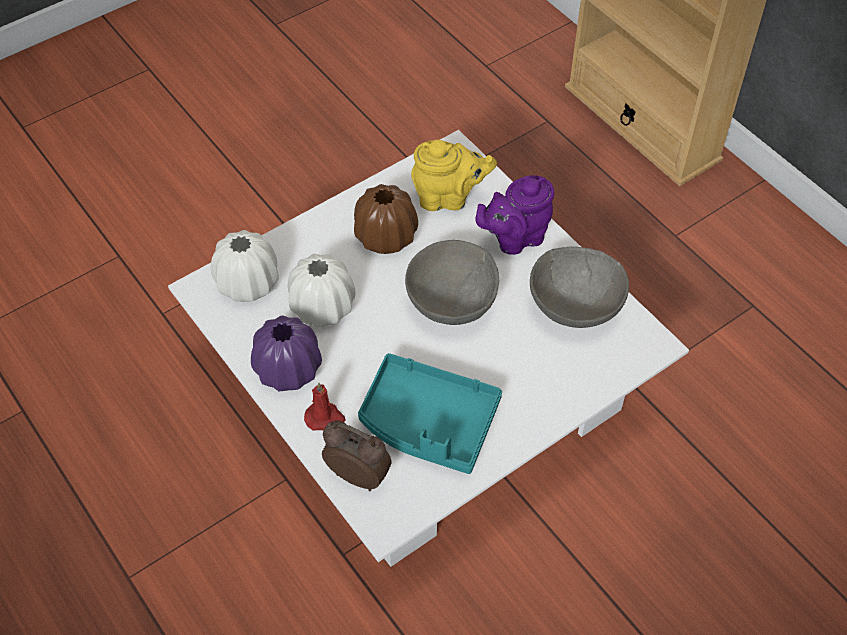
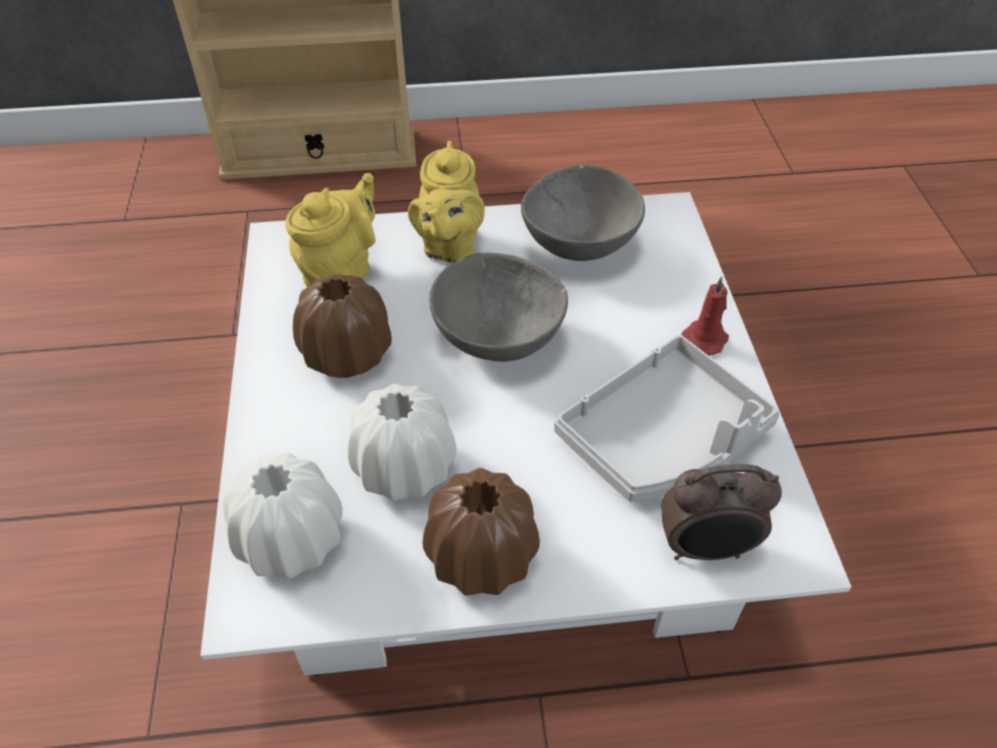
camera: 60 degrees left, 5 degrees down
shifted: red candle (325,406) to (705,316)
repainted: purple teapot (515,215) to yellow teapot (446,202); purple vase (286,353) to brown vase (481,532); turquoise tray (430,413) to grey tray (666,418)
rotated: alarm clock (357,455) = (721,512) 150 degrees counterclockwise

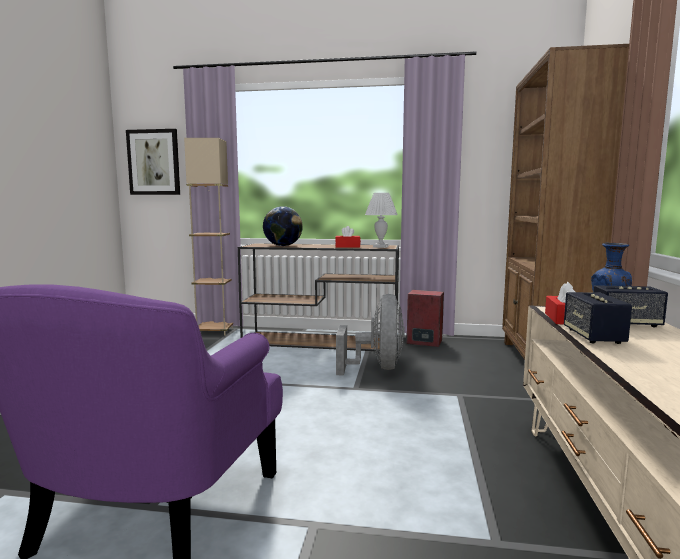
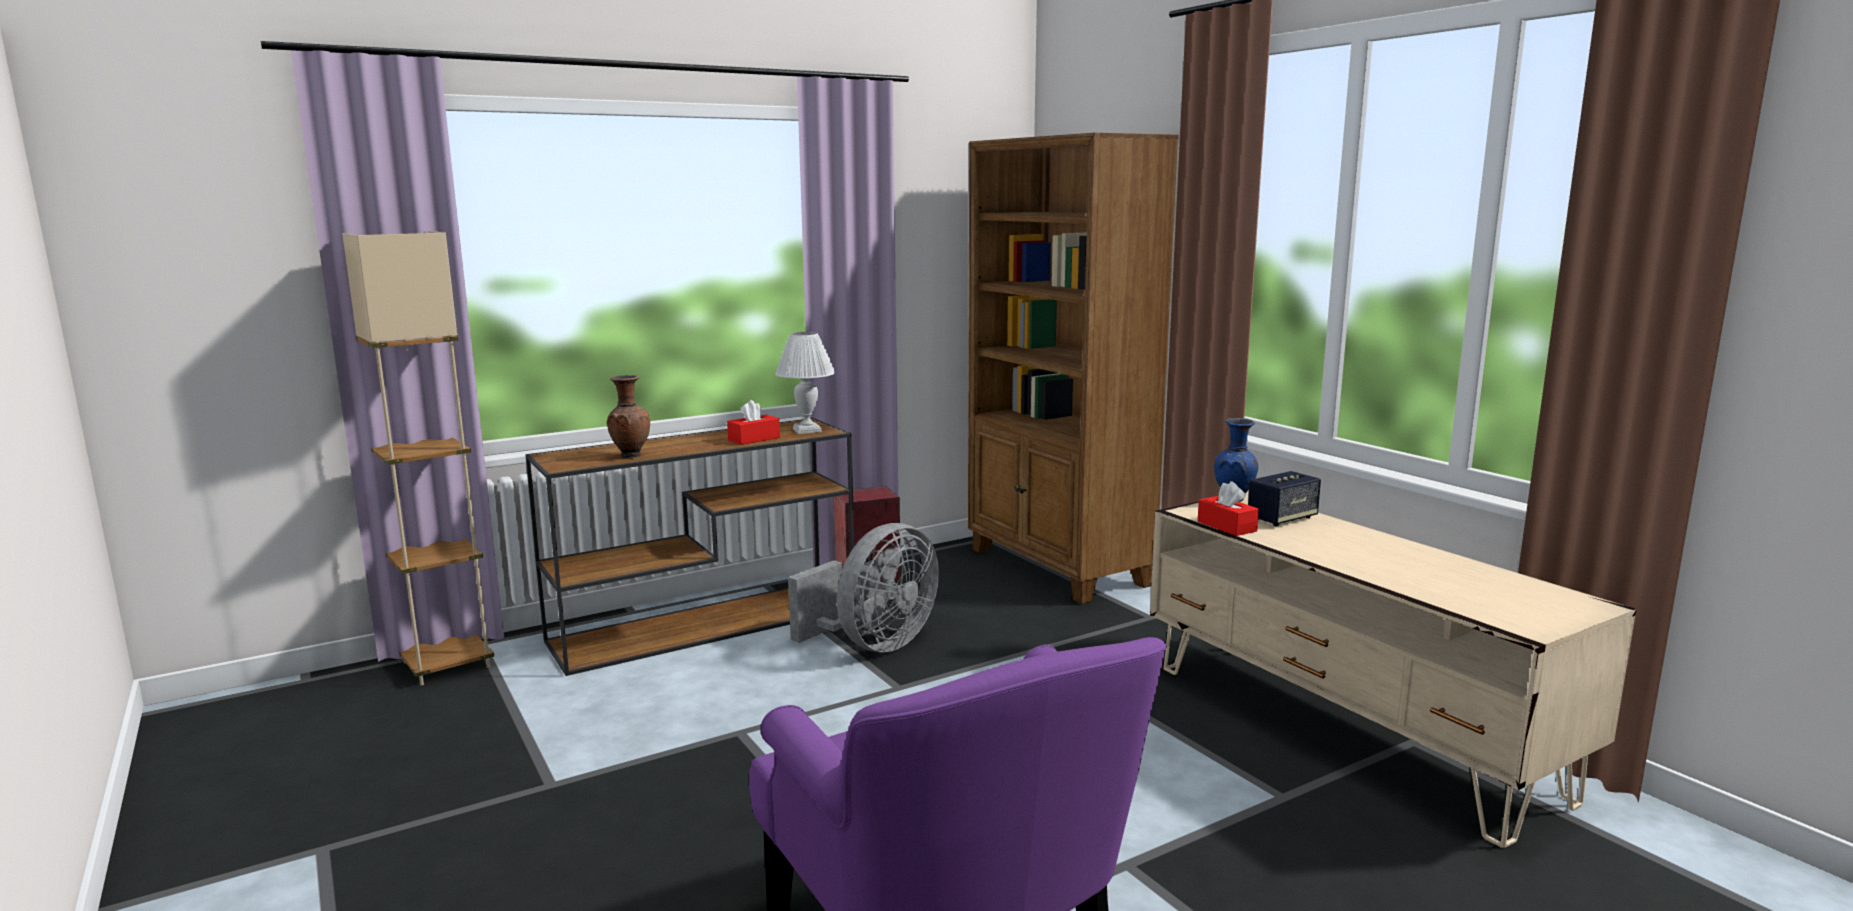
camera: 40 degrees left, 5 degrees up
gone: picture (153,162); speaker (598,318)
swapped: globe (283,226) to brown vase (628,416)
rotated: grey fan (370,335) = (863,587) 75 degrees clockwise

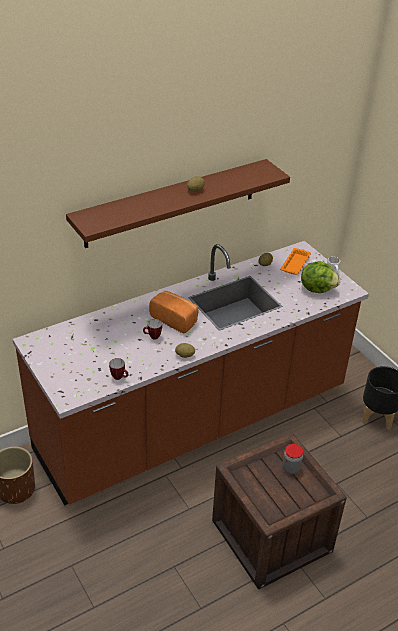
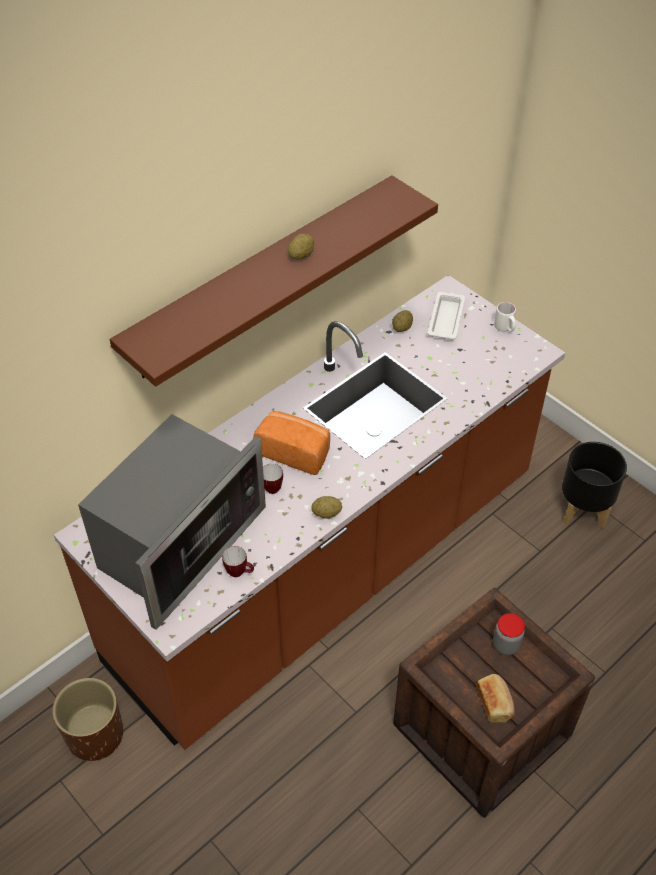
camera: 10 degrees left, 10 degrees up
gone: lettuce (320,277)
new: microwave (172,522); bread (496,698)
repainted: orange tray (295,261) to white tray (446,316)

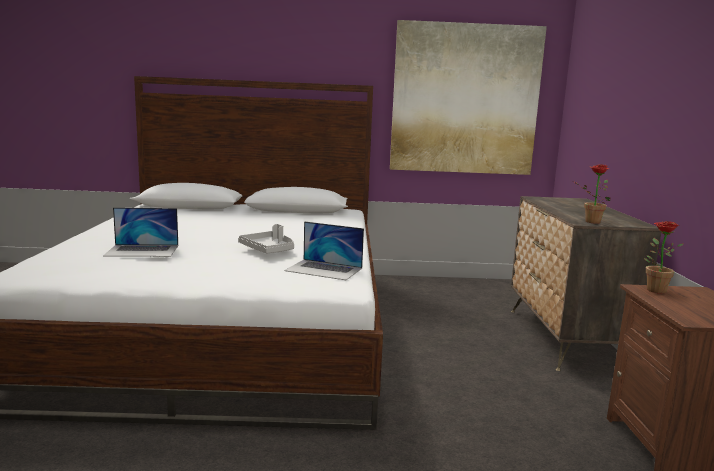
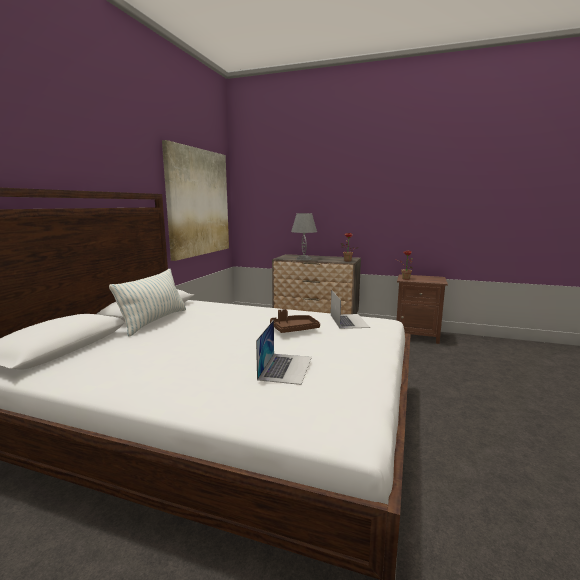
camera: 70 degrees left, 0 degrees up
new: pillow (147,303); grey table lamp (304,236)
repainted: grey tray (266,239) to brown tray (295,321)
rotated: laptop (324,250) = (350,309) 45 degrees counterclockwise

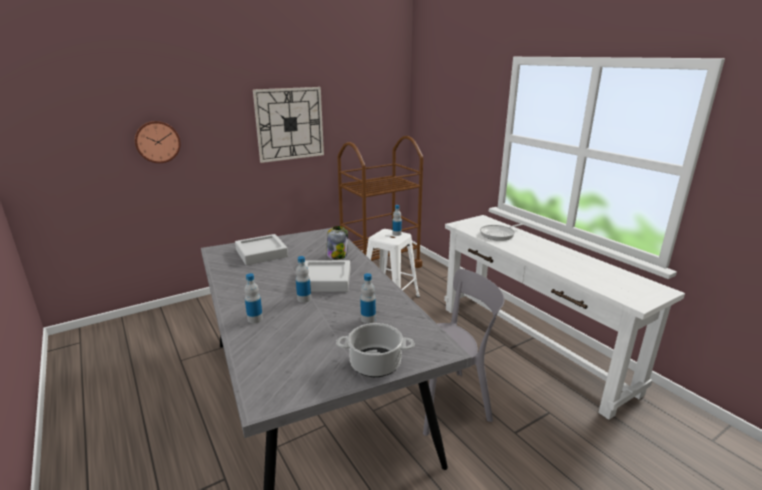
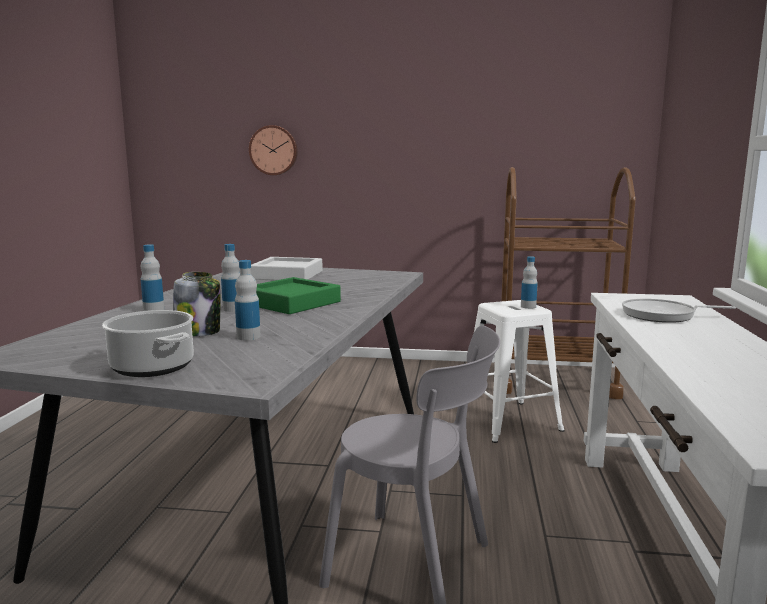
camera: 40 degrees right, 10 degrees down
gone: wall clock (288,125)
shifted: jar (337,242) to (197,304)
repainted: grey tray (327,276) to green tray (298,295)

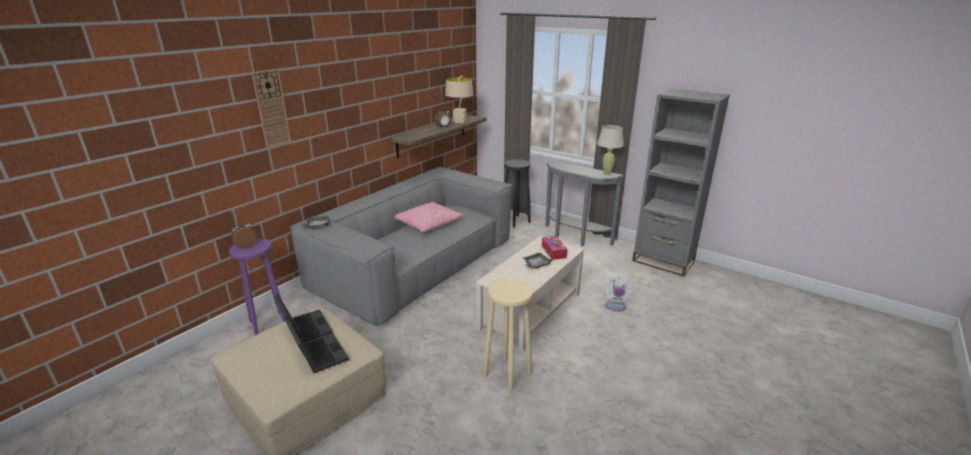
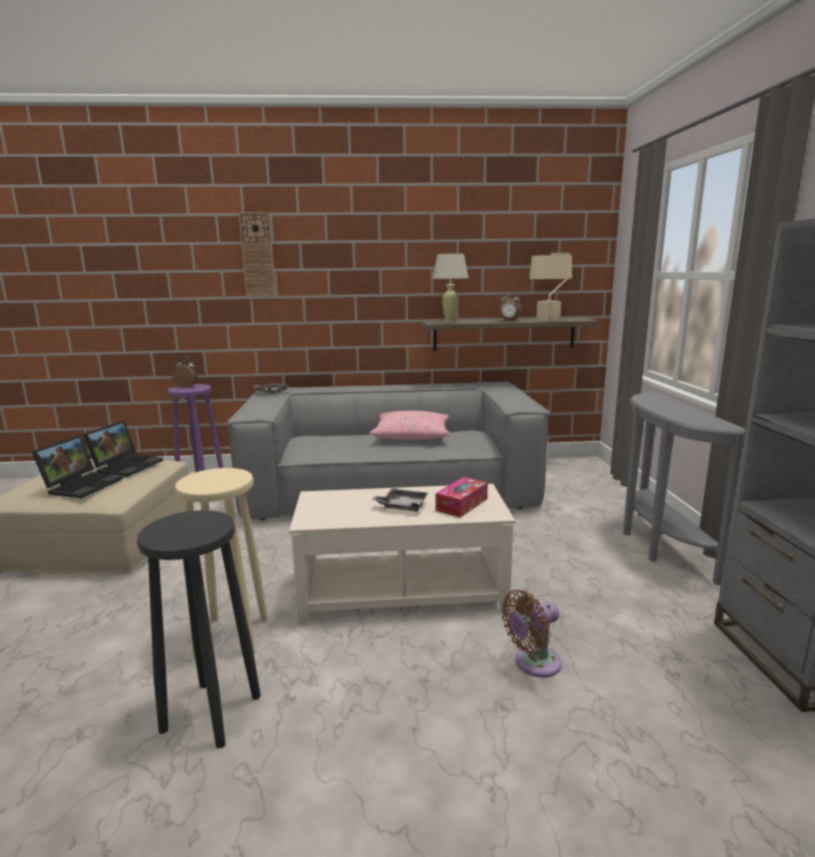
camera: 50 degrees right, 10 degrees down
shifted: black stool (517,193) to (199,629); beige table lamp (610,150) to (450,288)
repainted: white fan (619,294) to brown fan (531,633)

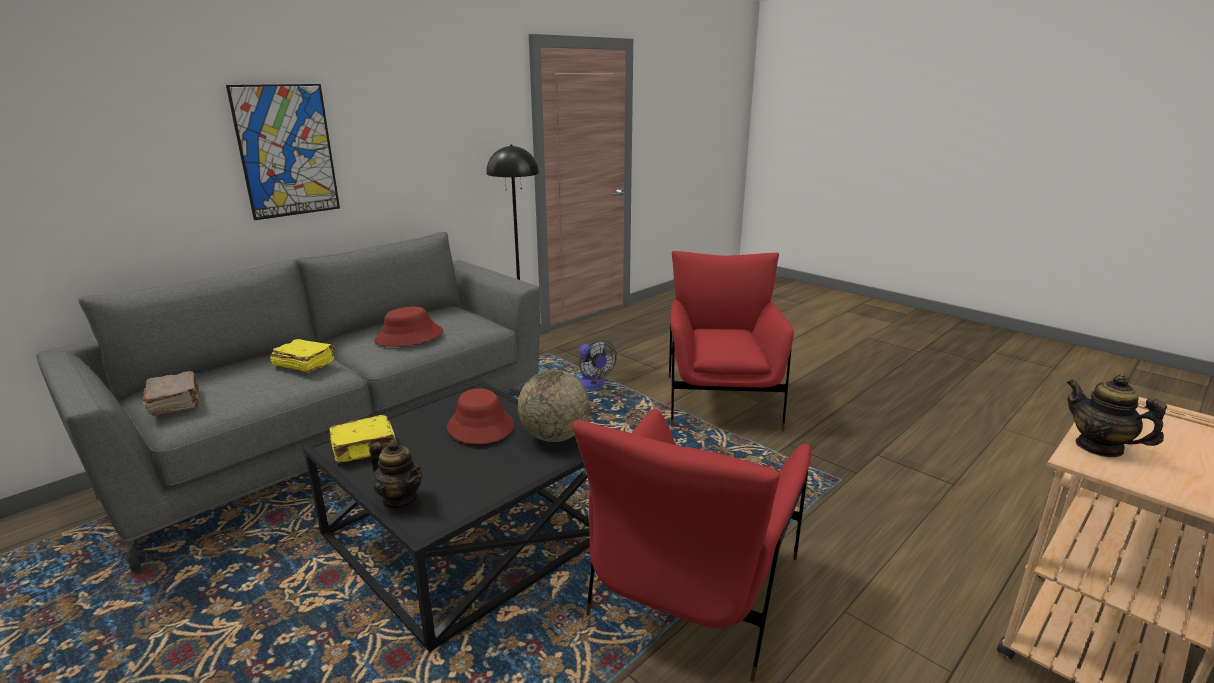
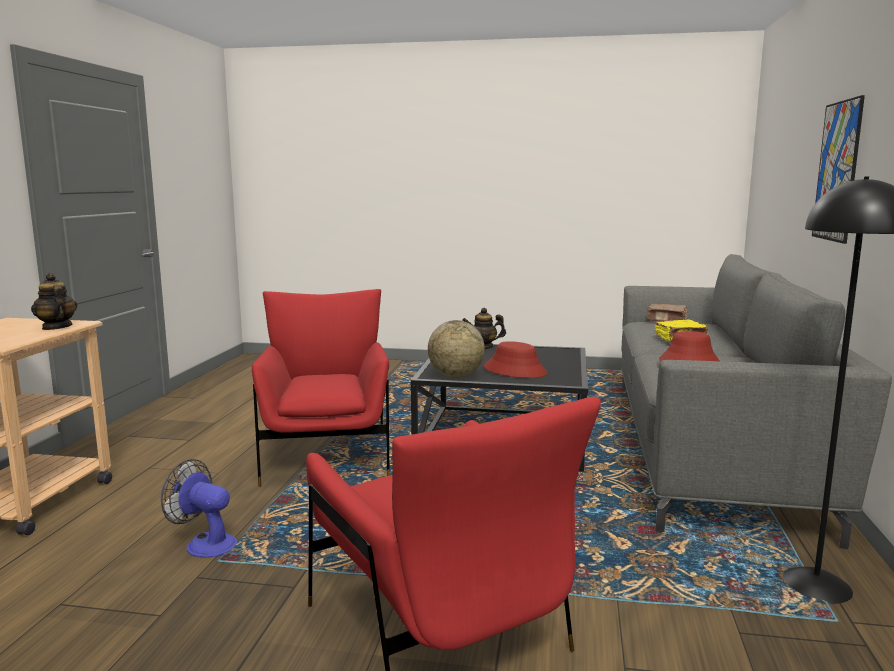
camera: 145 degrees right, 10 degrees down
gone: yellow book (363,439)
shifted: fan (598,365) to (199,508)
rotated: teapot (1116,415) = (54,301) 150 degrees counterclockwise

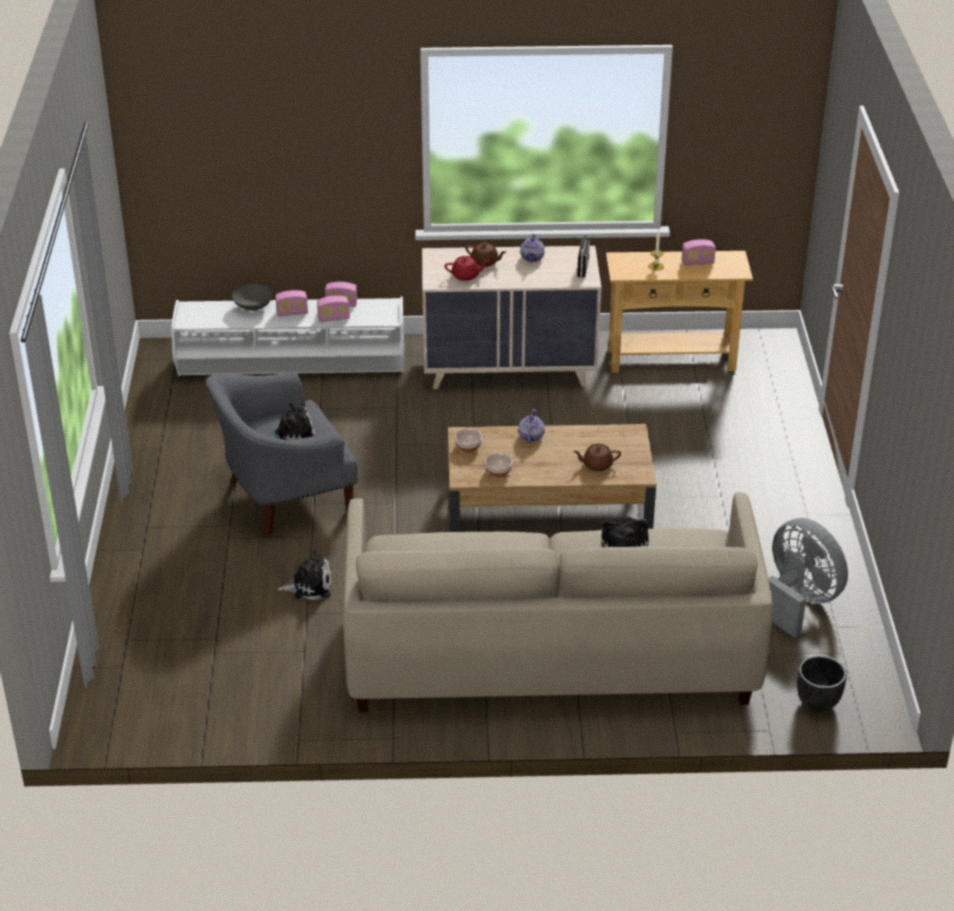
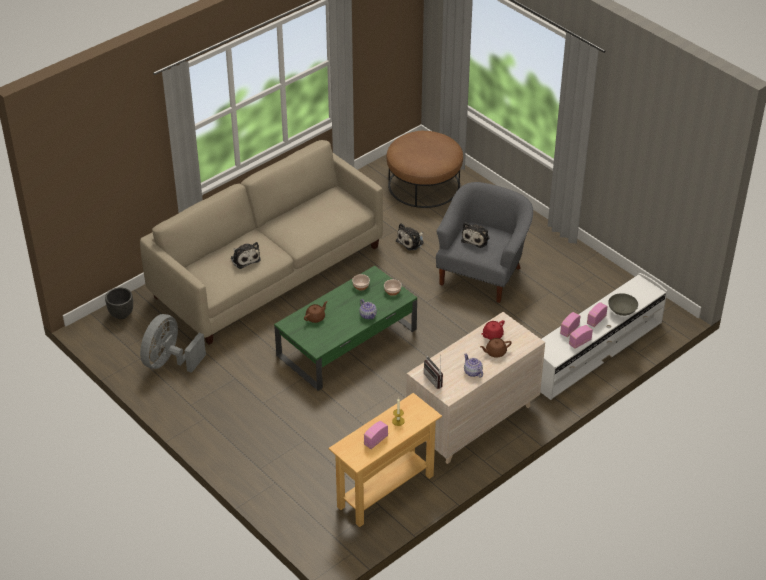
camera: 140 degrees right, 5 degrees up
new: brown ottoman (424,169)
repainted: brown coffee table (552,478) to green coffee table (345,328)
rotated: grey fan (808,578) = (173,343) 105 degrees clockwise

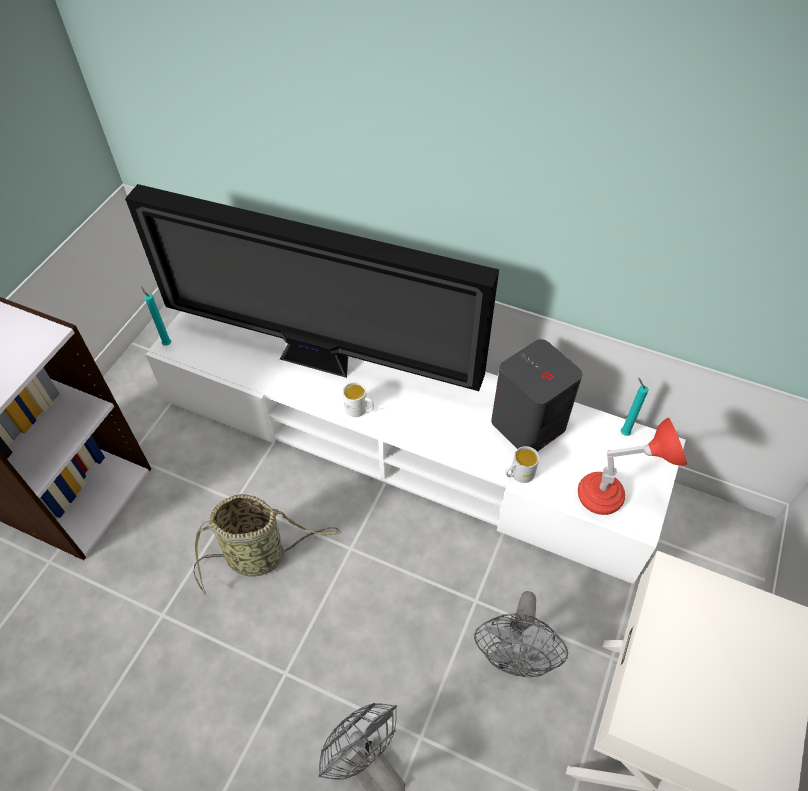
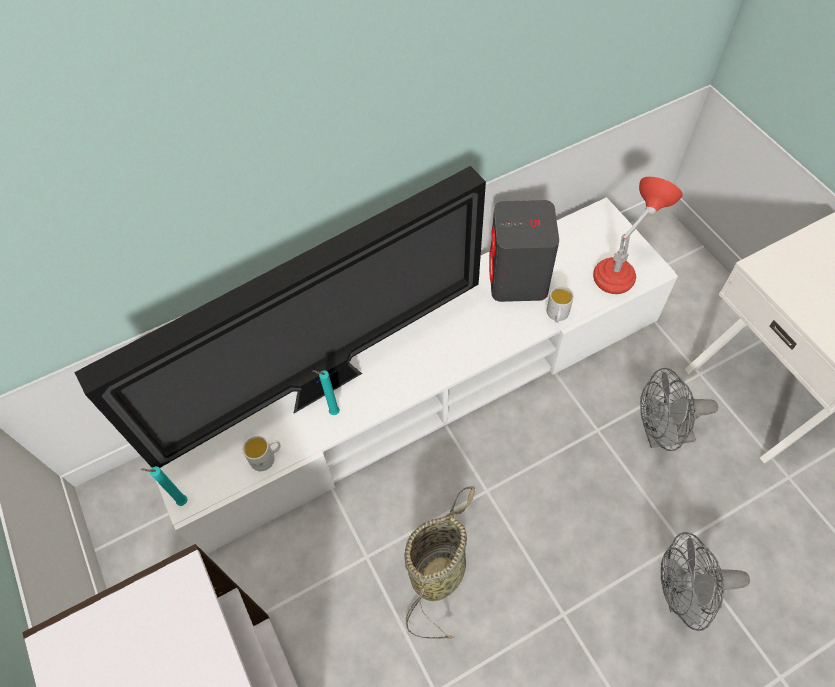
camera: 50 degrees left, 5 degrees up
shifted: white mug (358,399) to (261,453); turquoise candle (635,407) to (326,392)
rotated: grey fan (521,634) = (679,409) 120 degrees clockwise

